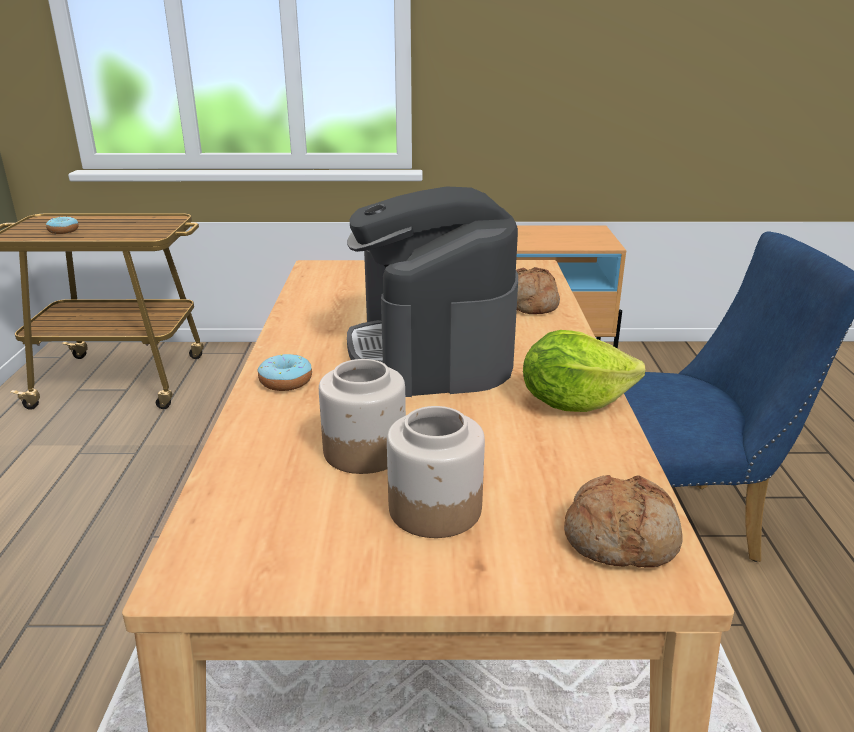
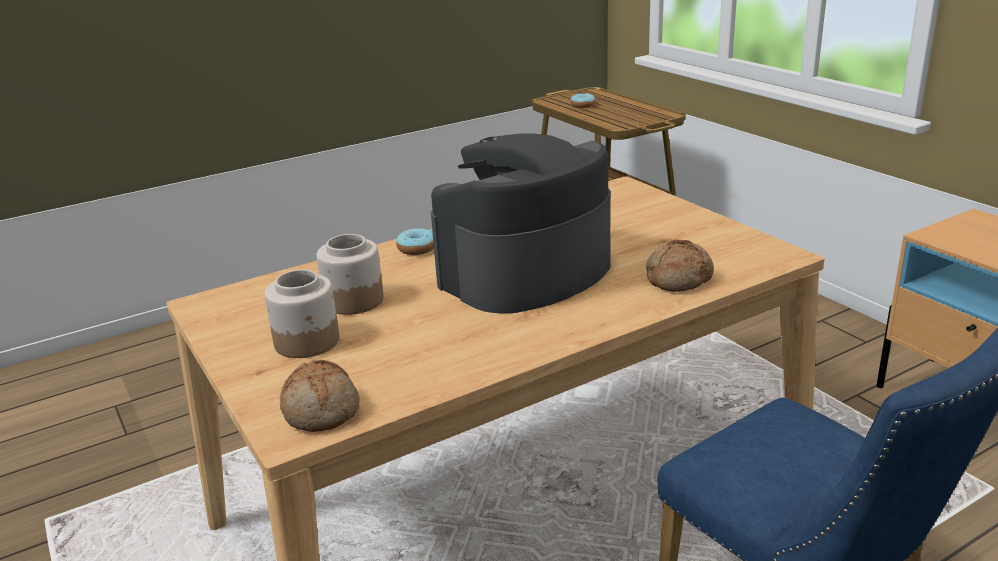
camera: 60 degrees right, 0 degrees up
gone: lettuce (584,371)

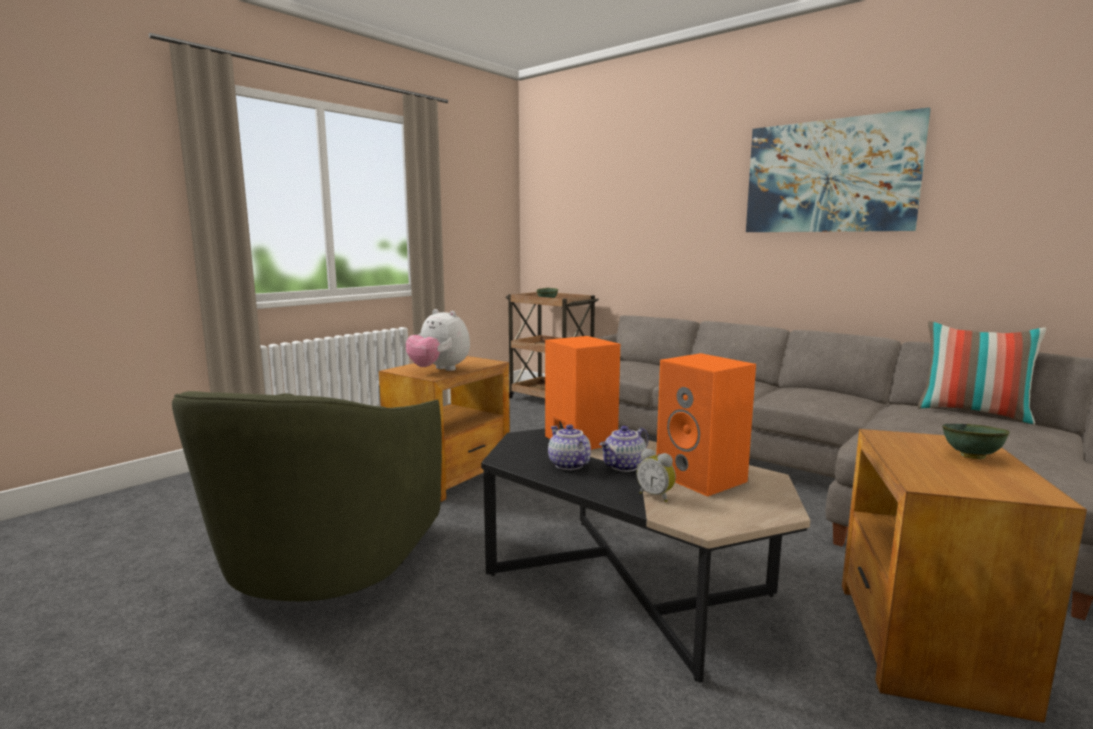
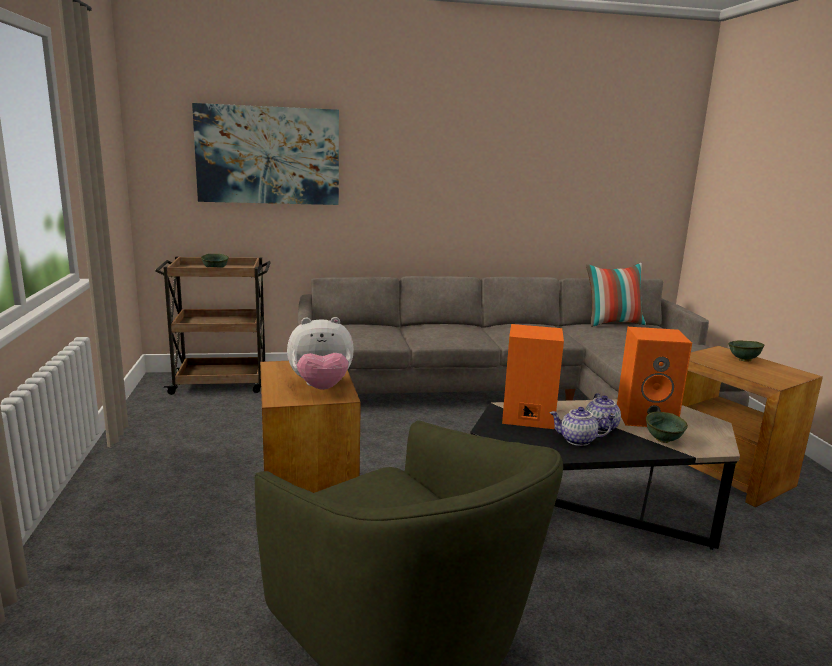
camera: 50 degrees left, 5 degrees up
shifted: picture (838,170) to (265,154)
swapped: alarm clock (656,475) to green bowl (667,427)

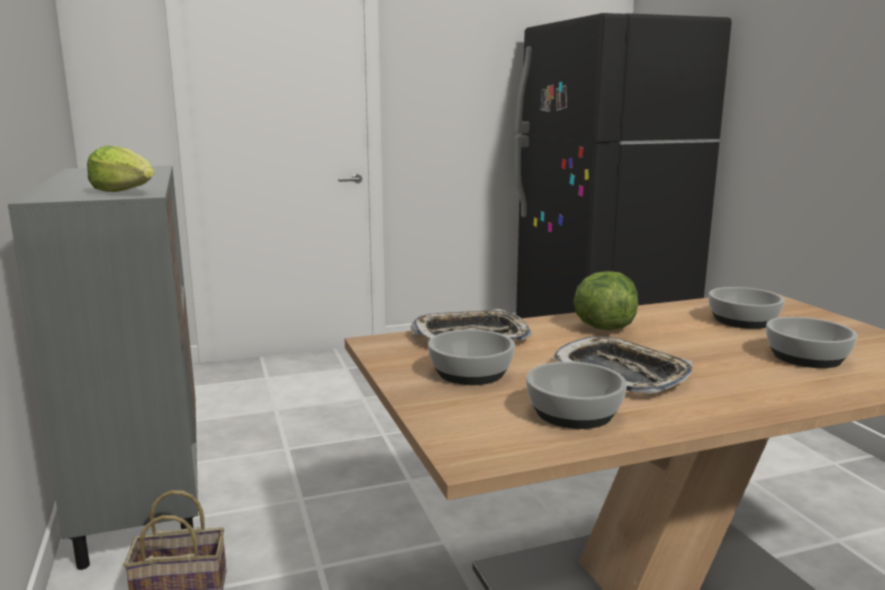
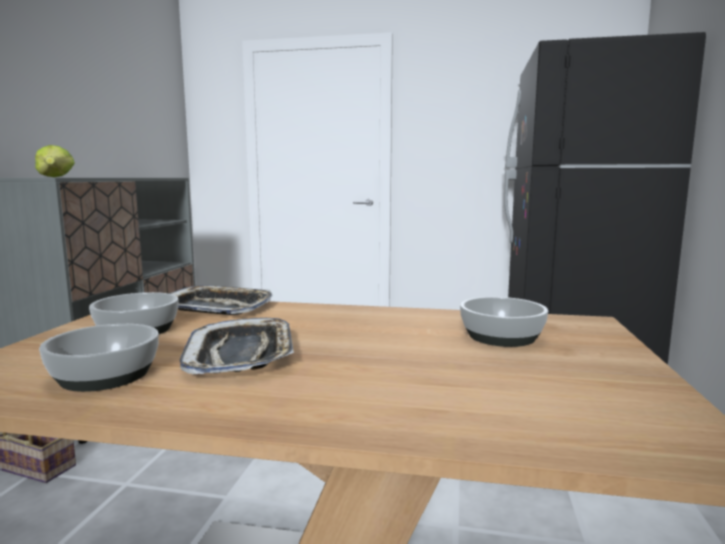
camera: 30 degrees right, 5 degrees down
gone: lettuce (605,300); bowl (811,342)

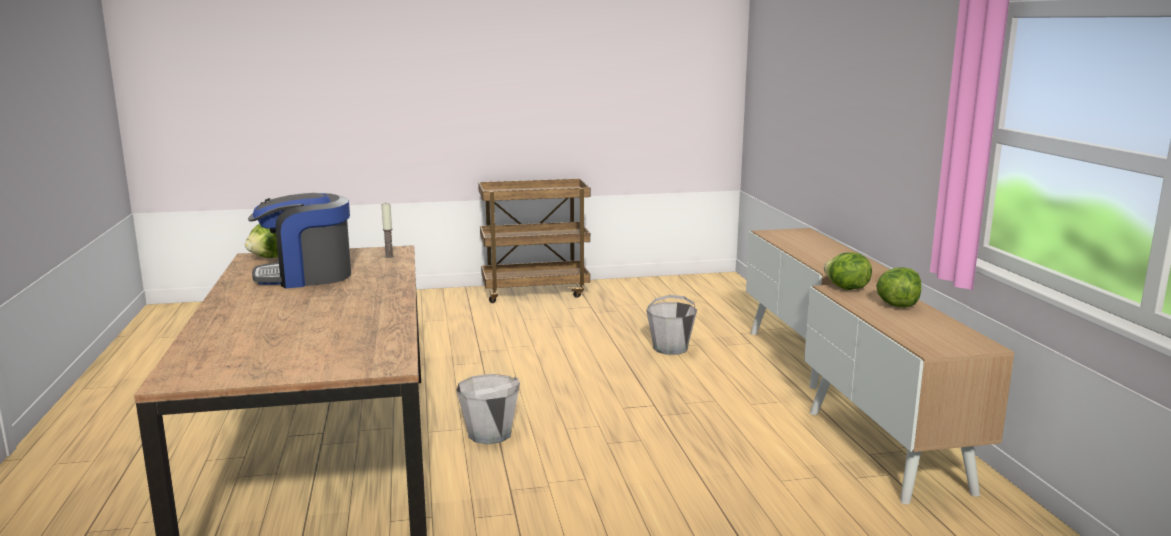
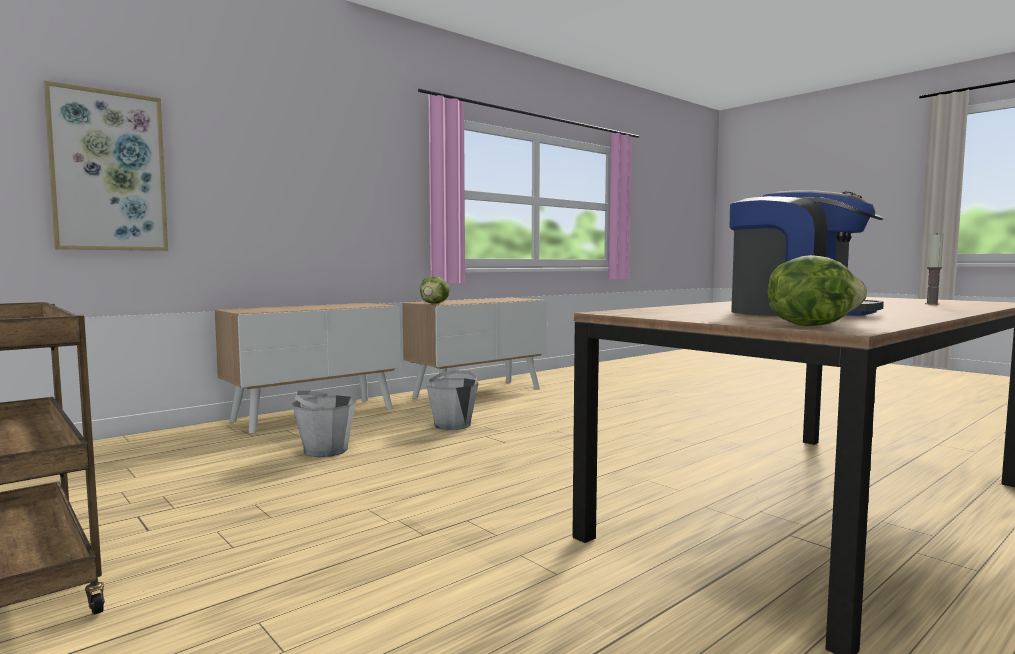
camera: 120 degrees left, 10 degrees down
gone: lettuce (898,287)
new: picture (106,165)
shifted: grey bucket (488,409) to (452,400); candle (388,230) to (934,268)

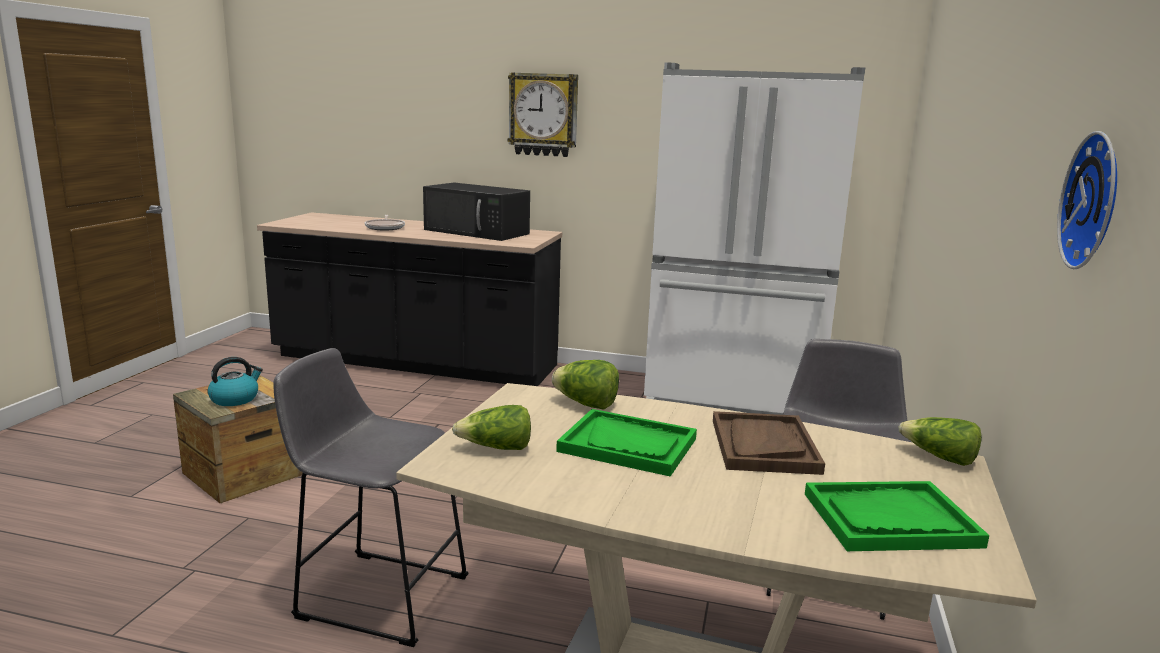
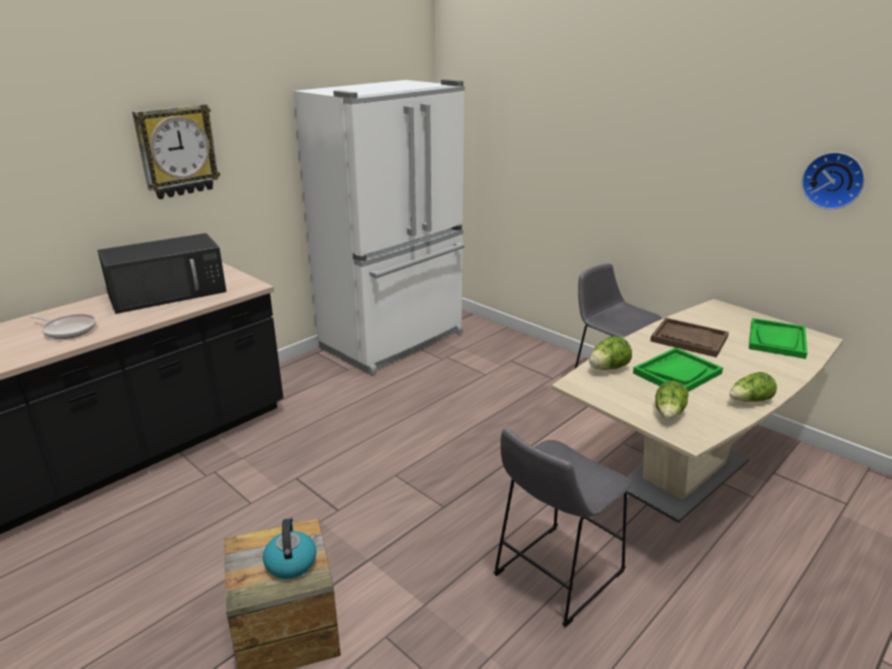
camera: 60 degrees left, 10 degrees up
shifted: lettuce (940,441) to (753,387)

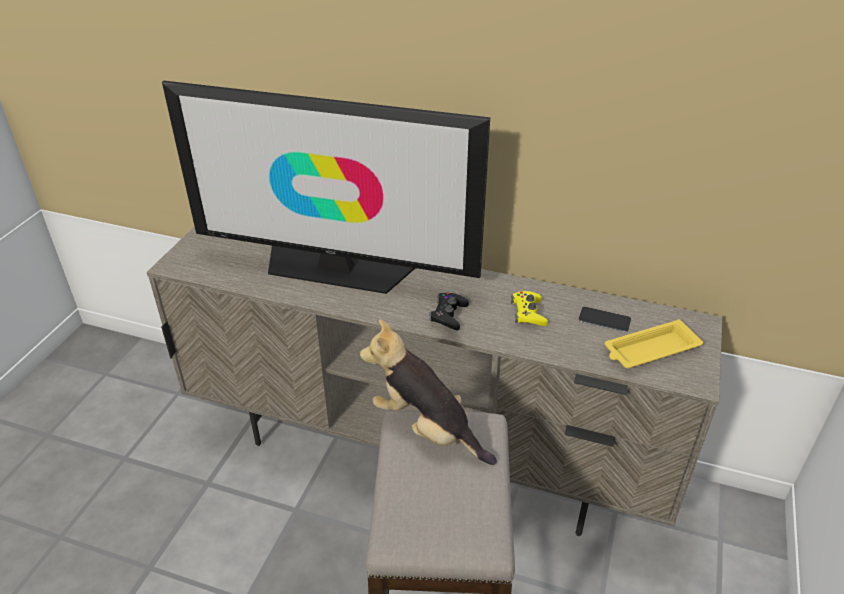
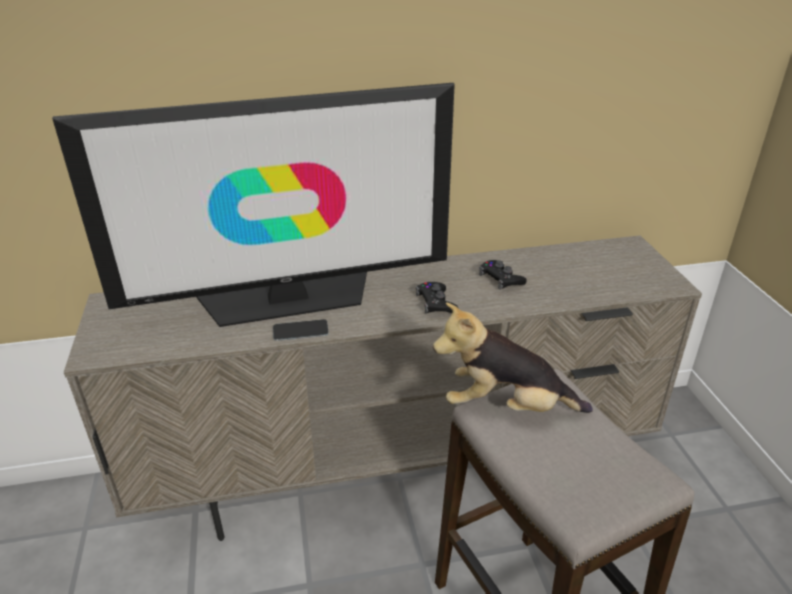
camera: 30 degrees left, 5 degrees down
gone: yellow tray (654,343)
shifted: phone (604,319) to (301,330)
repainted: yellow game controller (529,308) to black game controller (503,275)

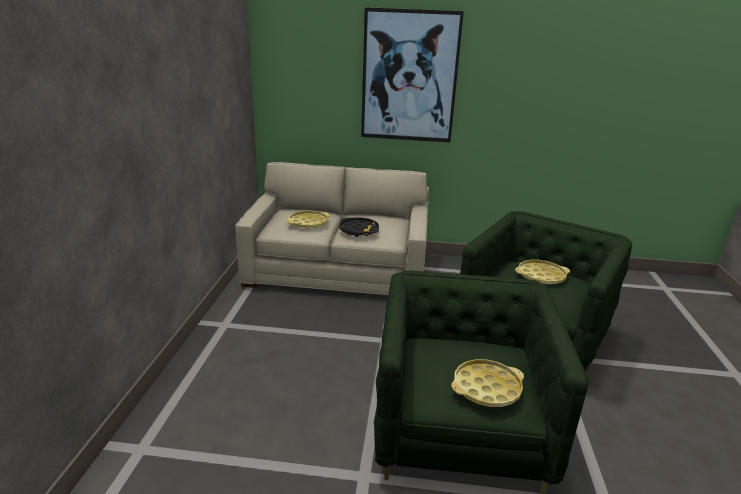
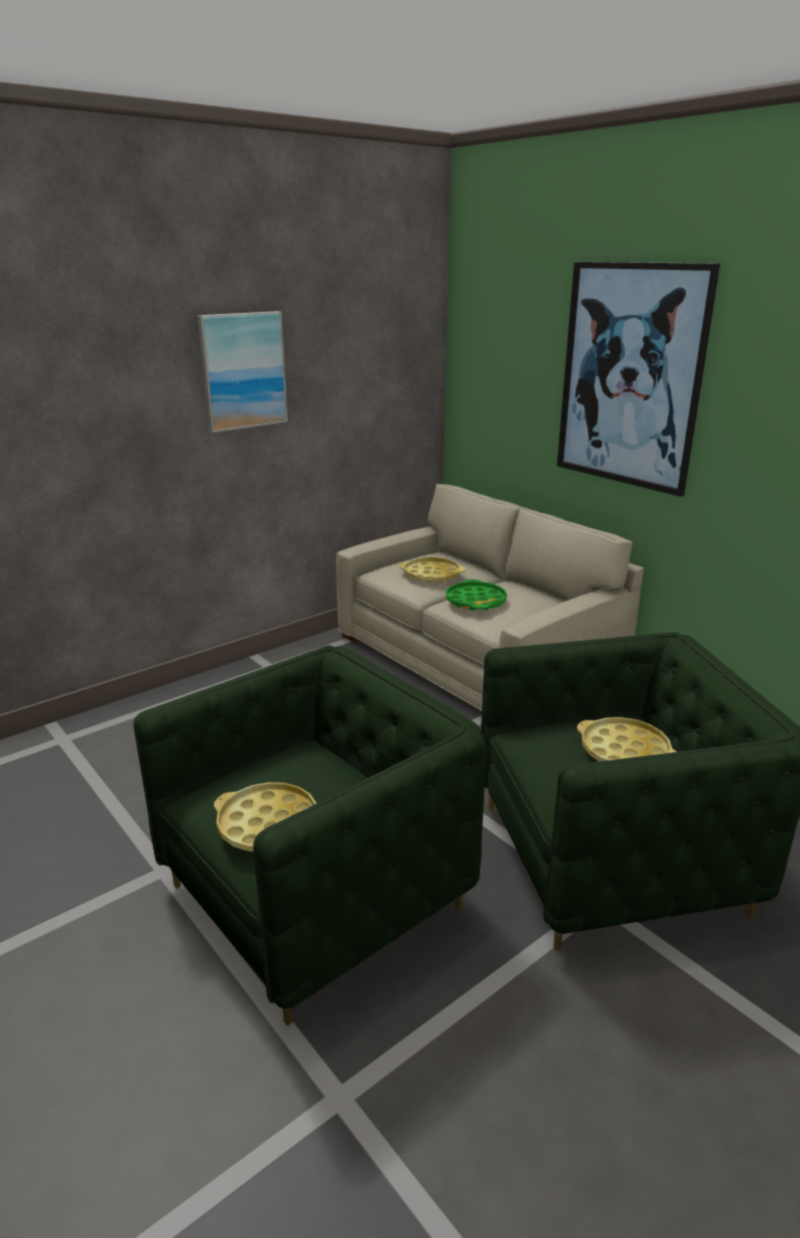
camera: 45 degrees right, 0 degrees up
new: picture (242,372)
repainted: black tray (359,227) to green tray (476,595)

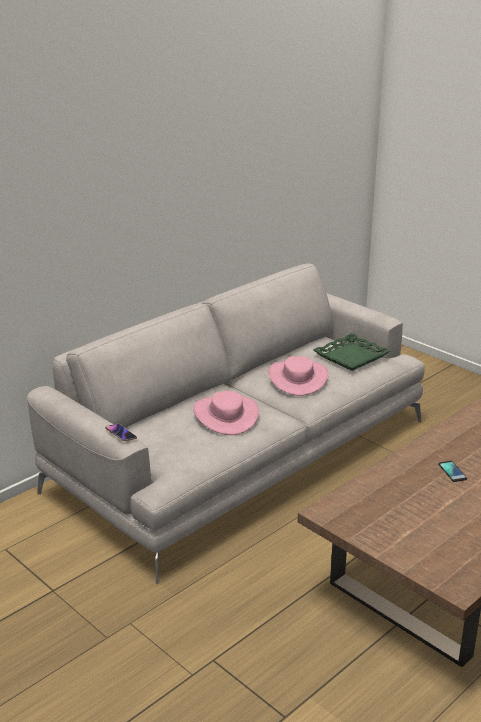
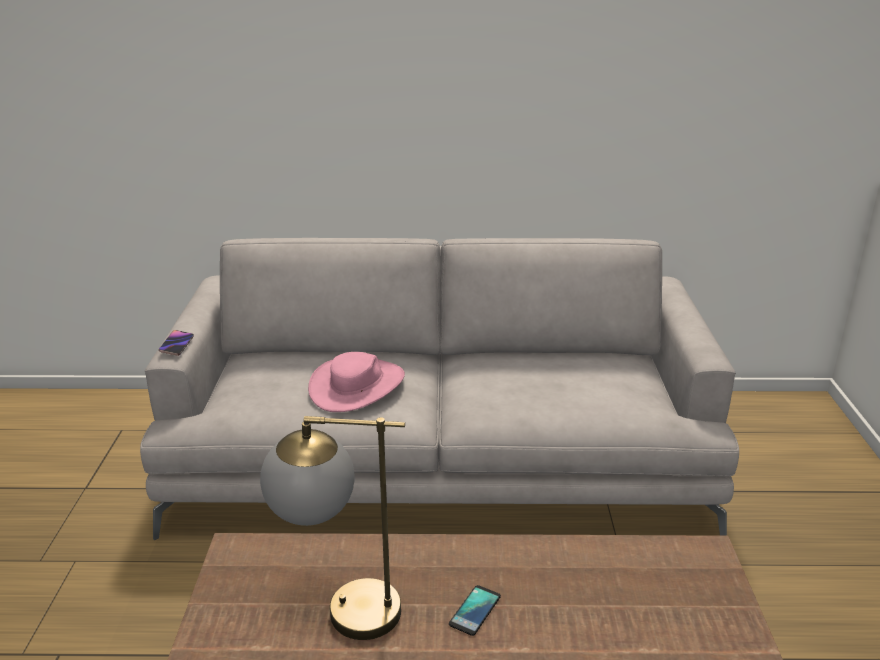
camera: 45 degrees right, 0 degrees up
gone: pink hat (298,376); green tray (352,352)
new: table lamp (332,528)

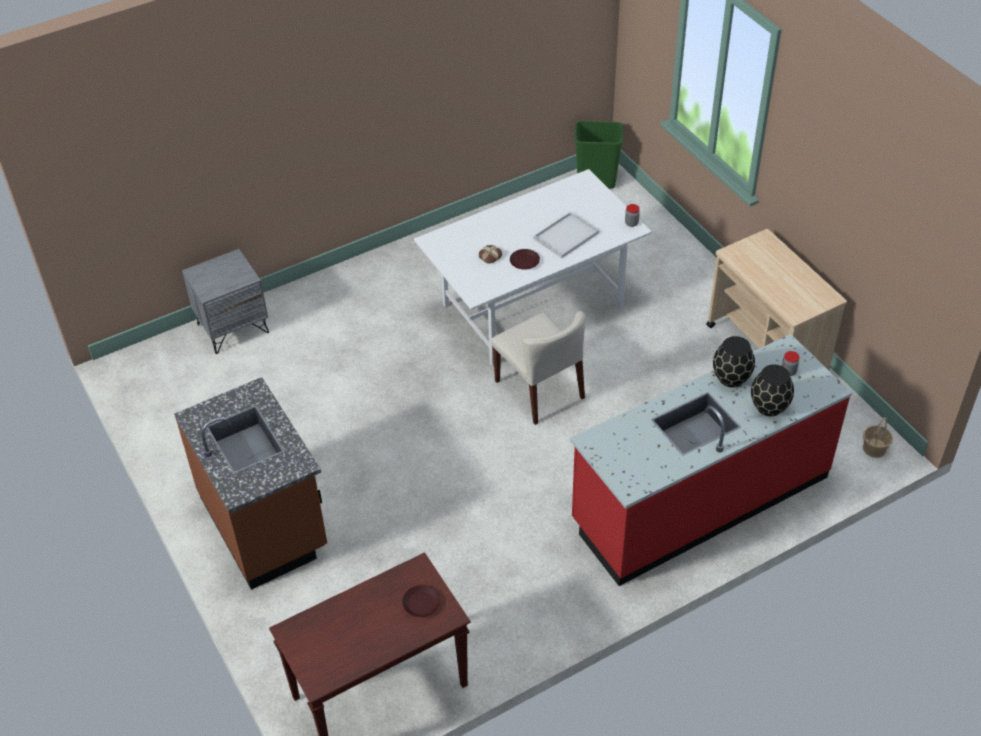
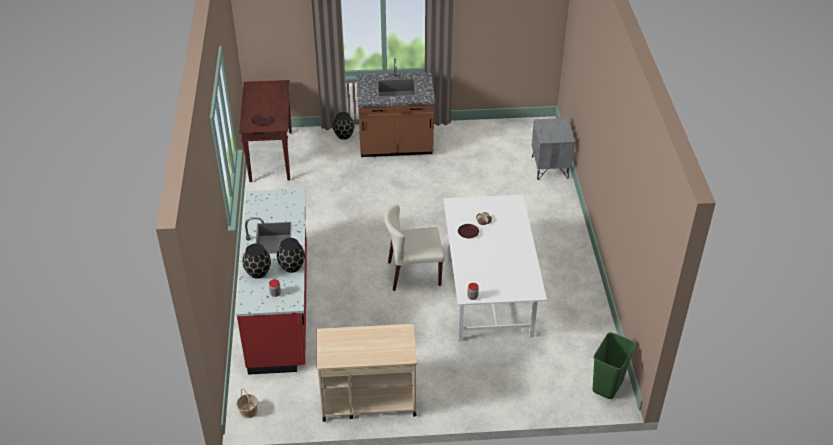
camera: 115 degrees right, 5 degrees down
gone: white tray (566,235)
new: black vase (343,126)

